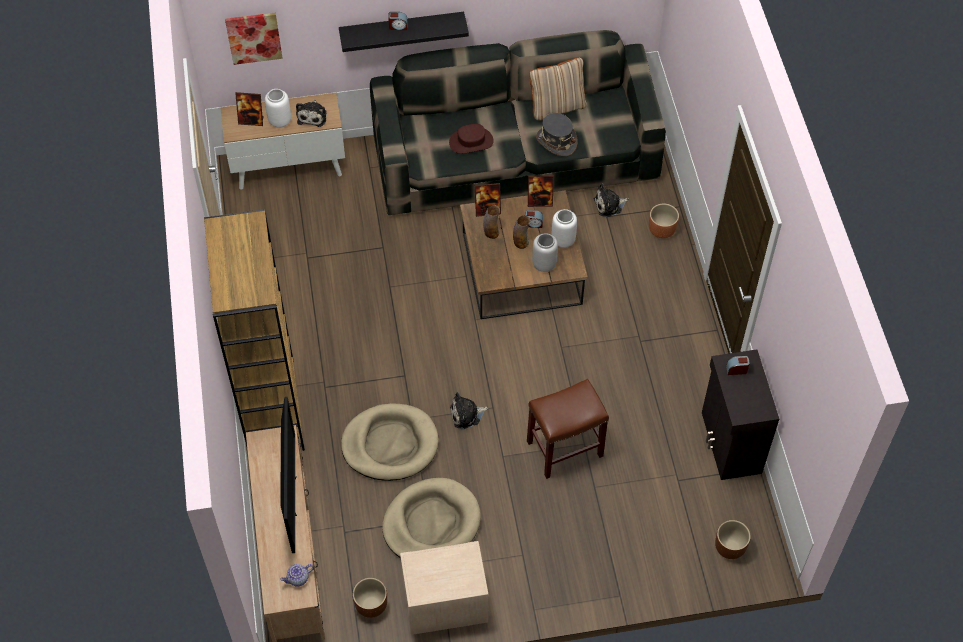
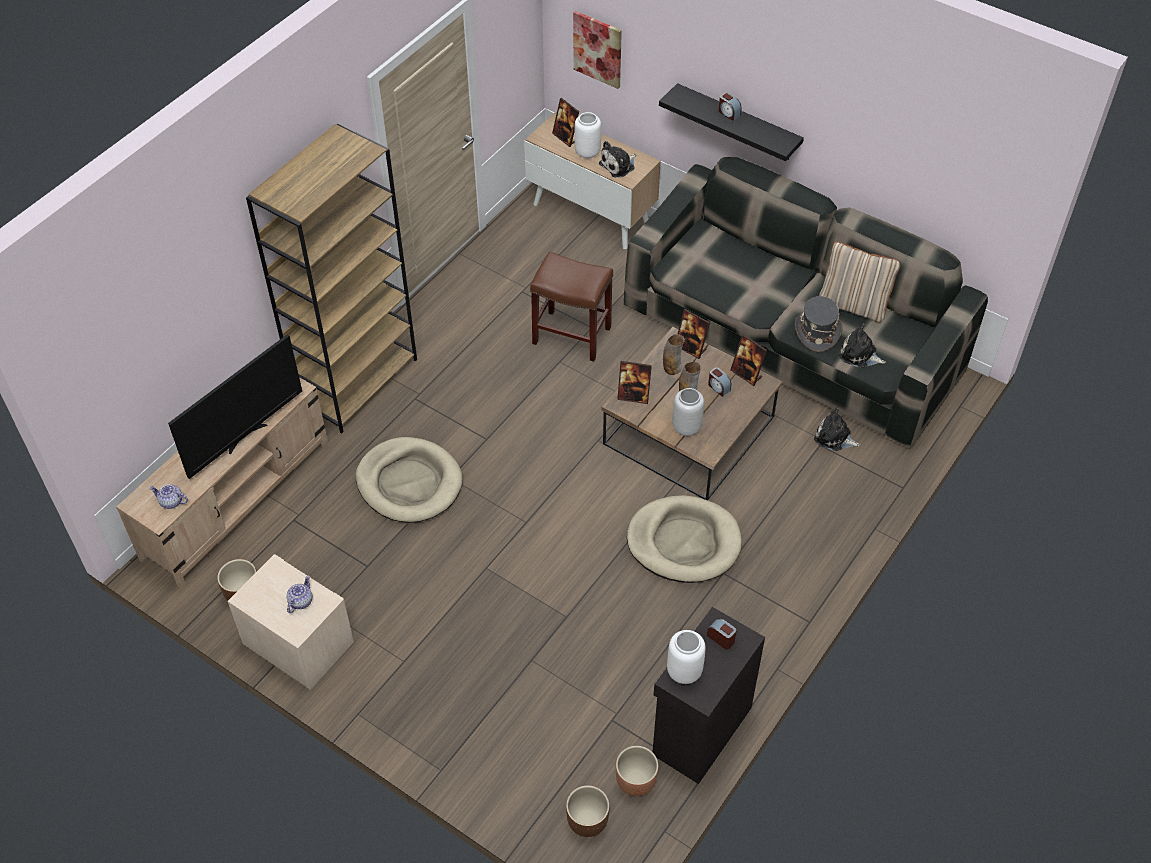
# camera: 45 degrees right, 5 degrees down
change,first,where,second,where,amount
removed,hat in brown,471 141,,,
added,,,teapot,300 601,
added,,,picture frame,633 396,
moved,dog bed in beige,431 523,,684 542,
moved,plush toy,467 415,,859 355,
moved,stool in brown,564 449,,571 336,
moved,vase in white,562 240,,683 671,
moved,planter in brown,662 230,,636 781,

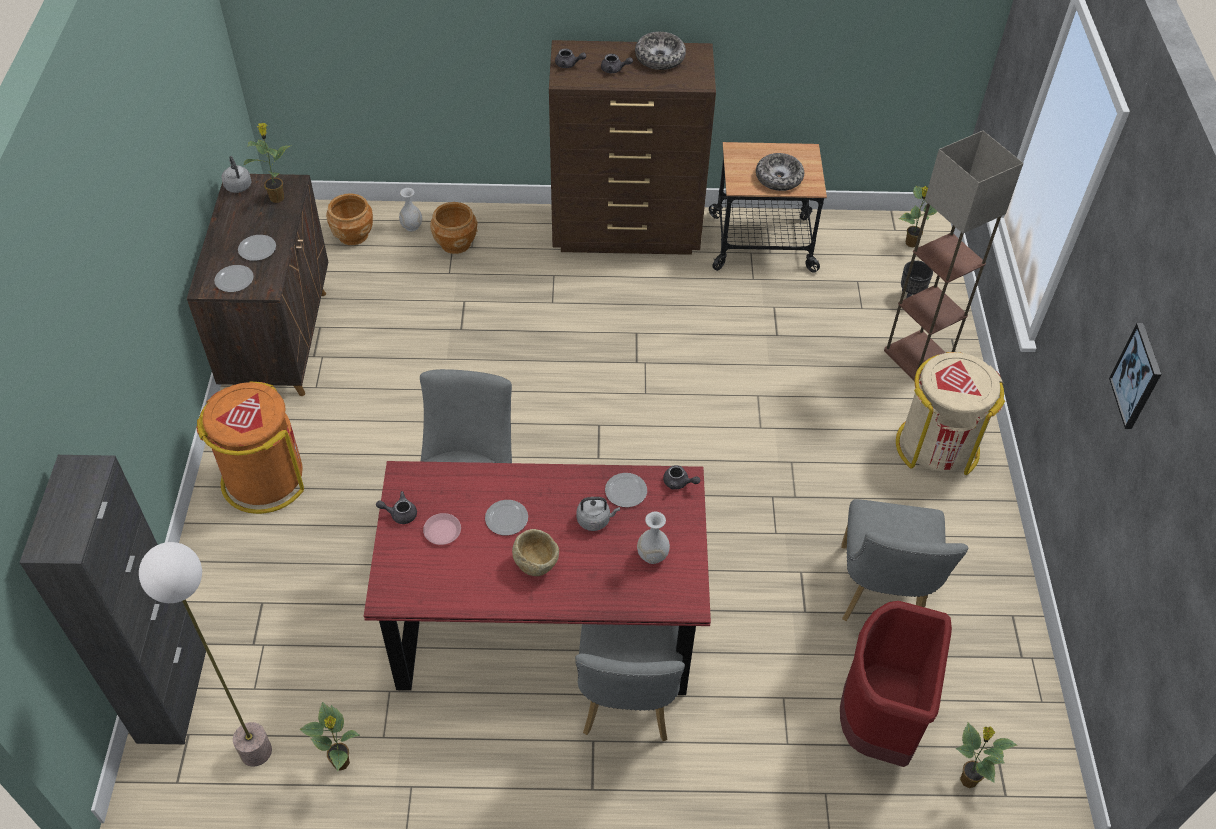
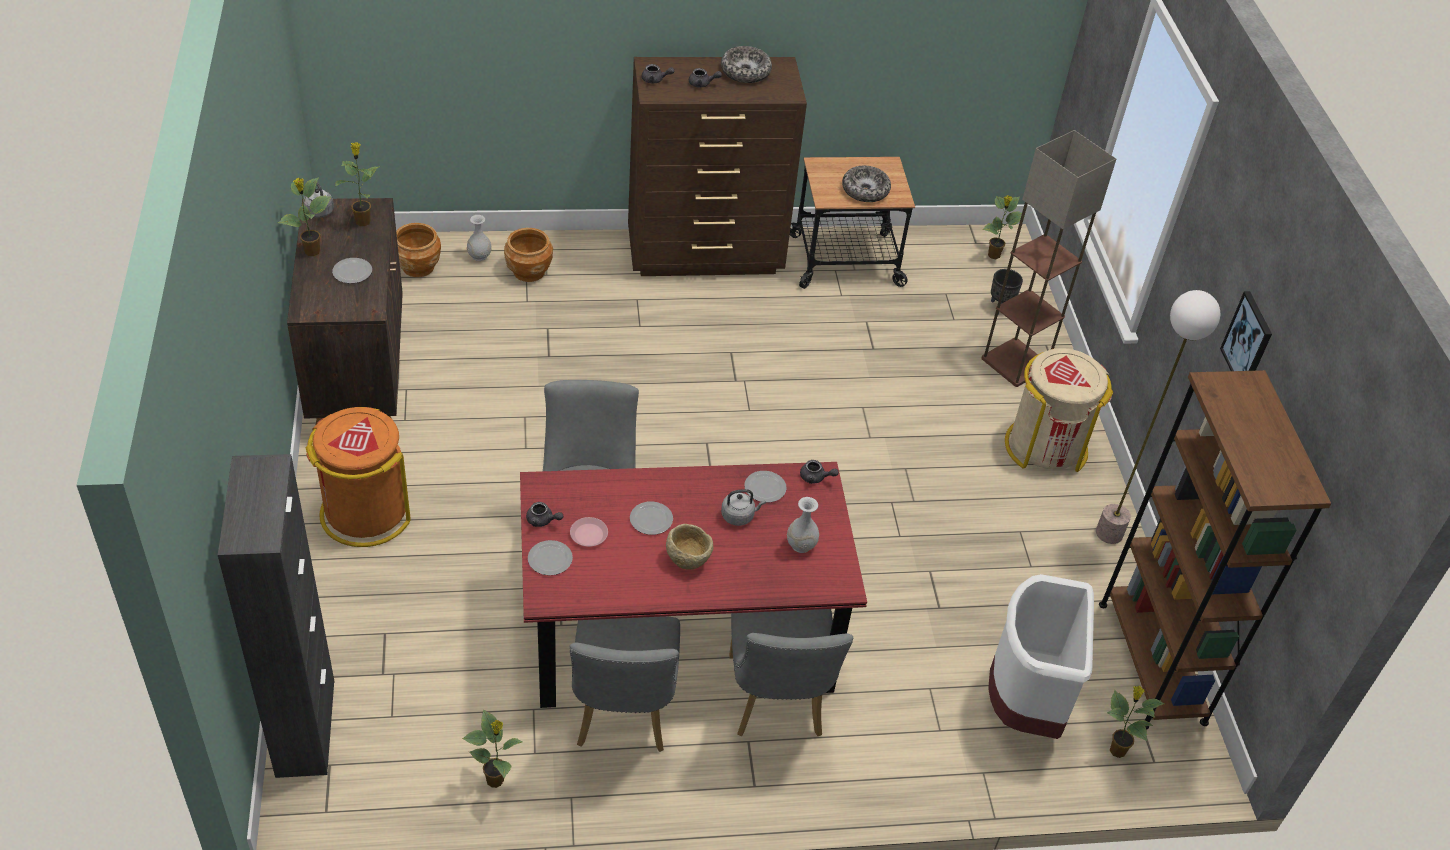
# camera: 10 degrees left, 5 degrees down
change,first,where,second,where,amount
added,,,potted plant,312 252,
added,,,bookcase in brown,1152 662,
moved,floor lamp,255 751,,1108 533,
moved,plate,234 279,,549 558,
moved,chair in grey,881 595,,622 716,
recoloured,trash can in red,878 721,trash can in white,1024 703,
turned,teapot in grey,400 514,,542 520,150 degrees counterclockwise

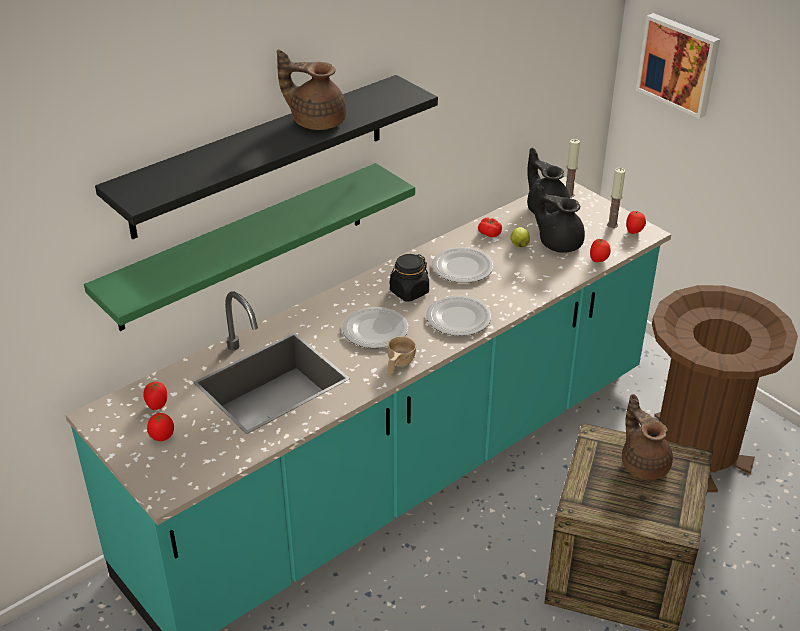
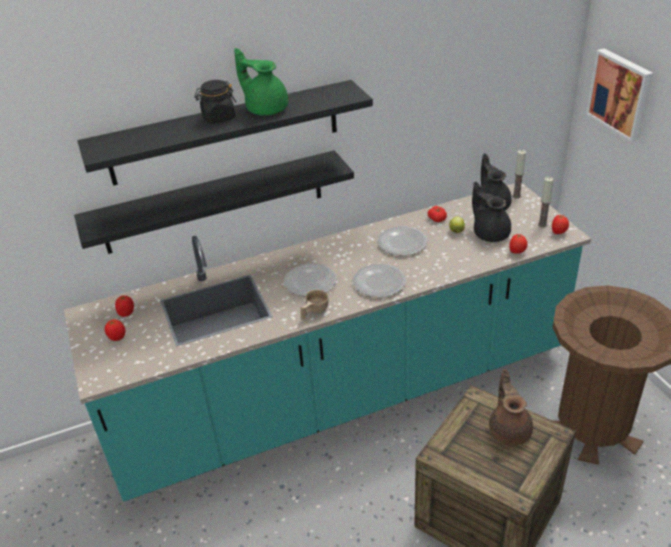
# camera: 20 degrees right, 0 degrees up
change,first,where,second,where,amount
moved,jar in black,409 292,,218 118,
recoloured,shelf in green,244 246,shelf in black,214 202,
recoloured,teapot in brown,316 121,teapot in green,266 109,

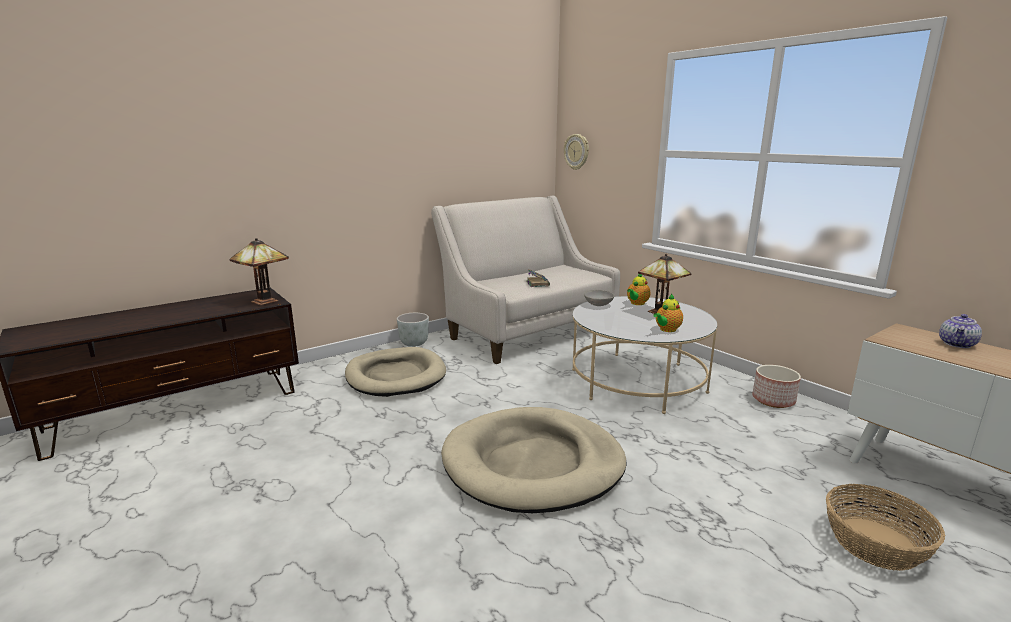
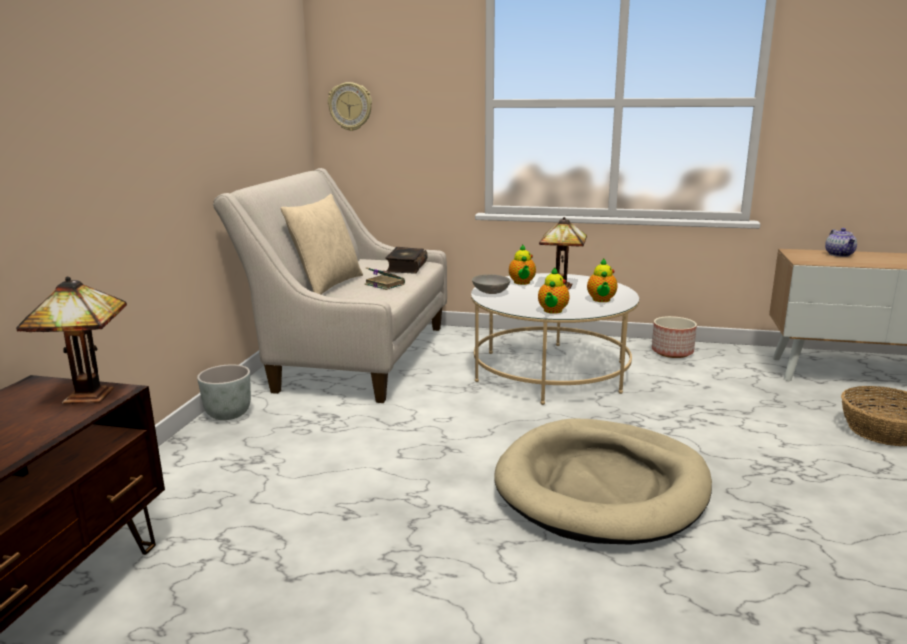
# camera: 40 degrees left, 0 degrees up
change,first,where,second,where,amount
removed,dog bed in beige,396 376,,,
added,,,pillow in beige,327 285,
added,,,book,405 267,
added,,,teapot,552 311,

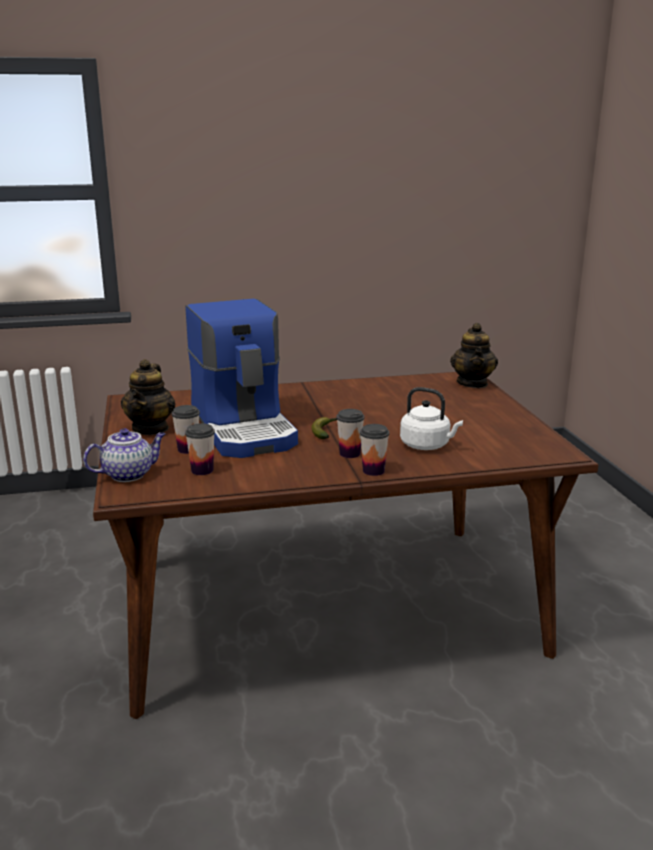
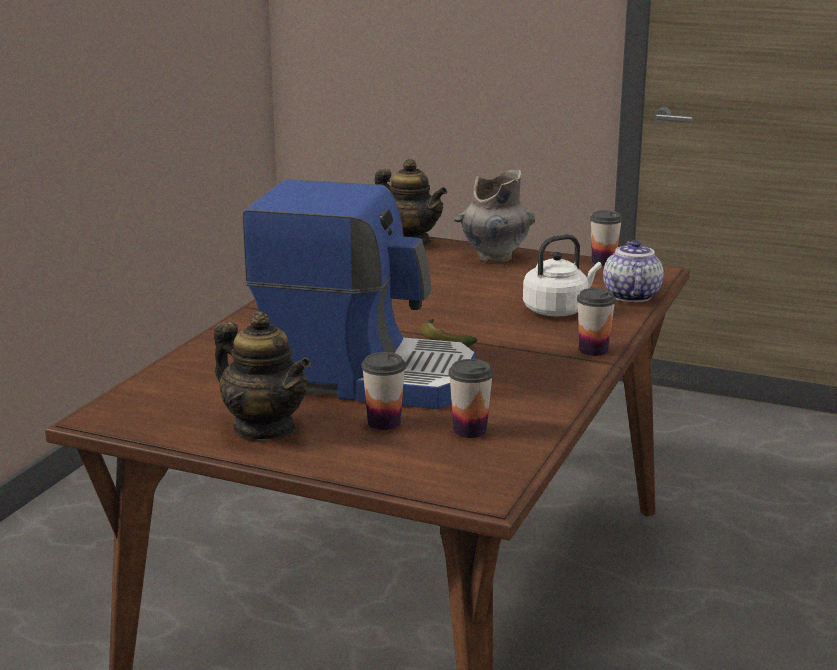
# camera: 55 degrees left, 0 degrees up
change,first,where,second,where,amount
added,,,vase in grey,493 257,
moved,teapot,129 474,,630 295,
moved,cup,350 453,,603 262,

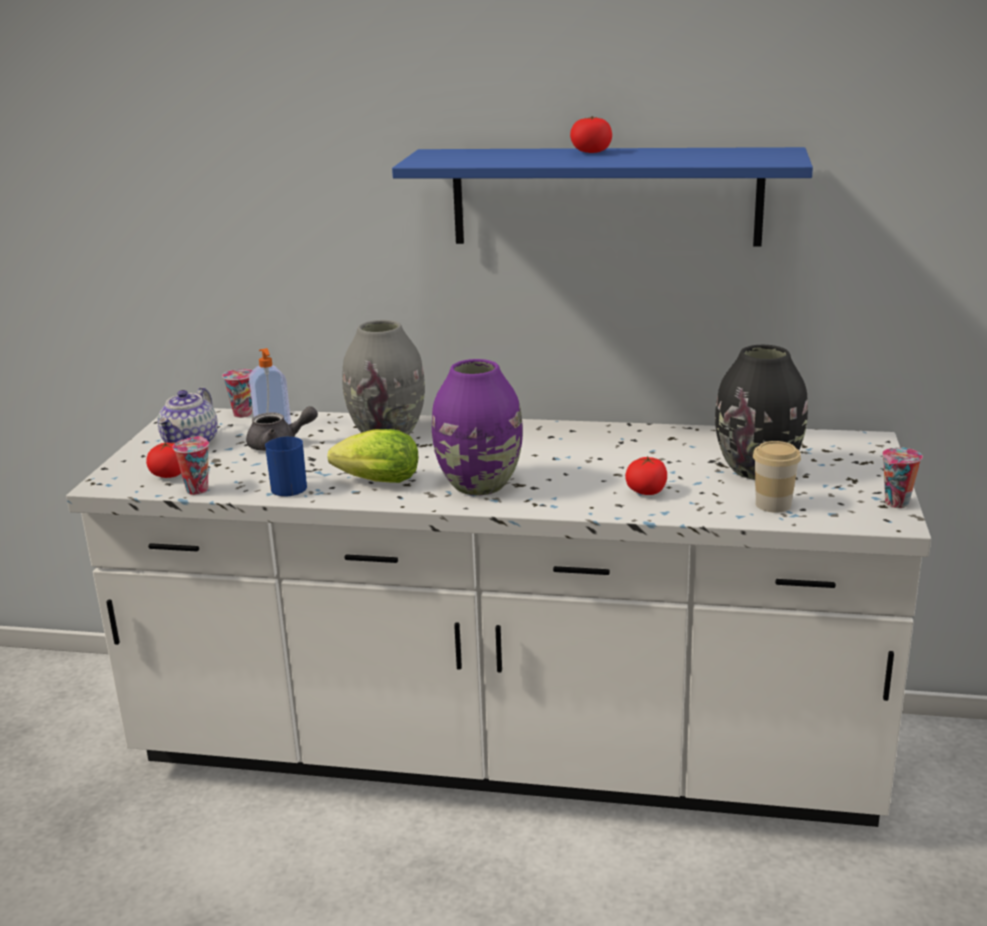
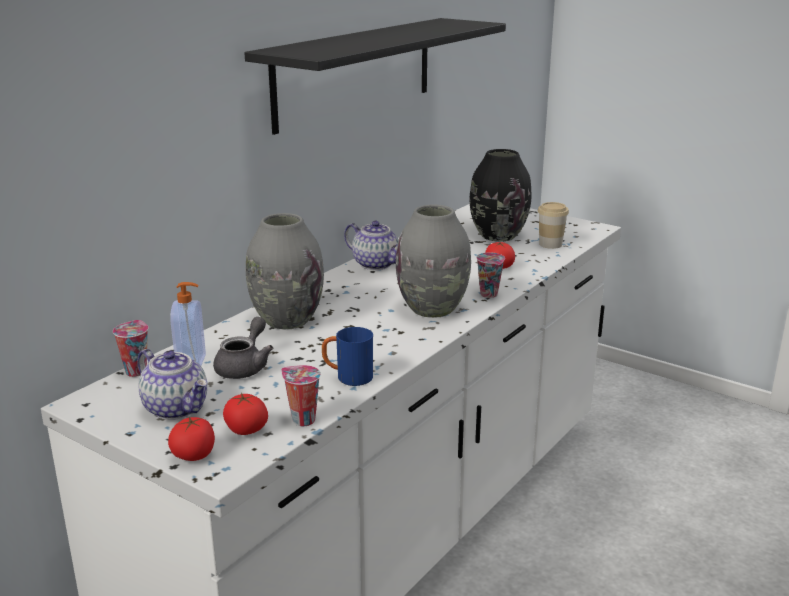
# camera: 65 degrees left, 0 degrees up
change,first,where,second,where,amount
removed,lettuce,374 481,,,
added,,,teapot,376 264,
moved,tomato,591 152,,194 455,
moved,cup,896 504,,490 295,
recoloured,shelf in blue,605 196,shelf in black,355 72,
recoloured,vase in purple,479 485,vase in grey,433 309,

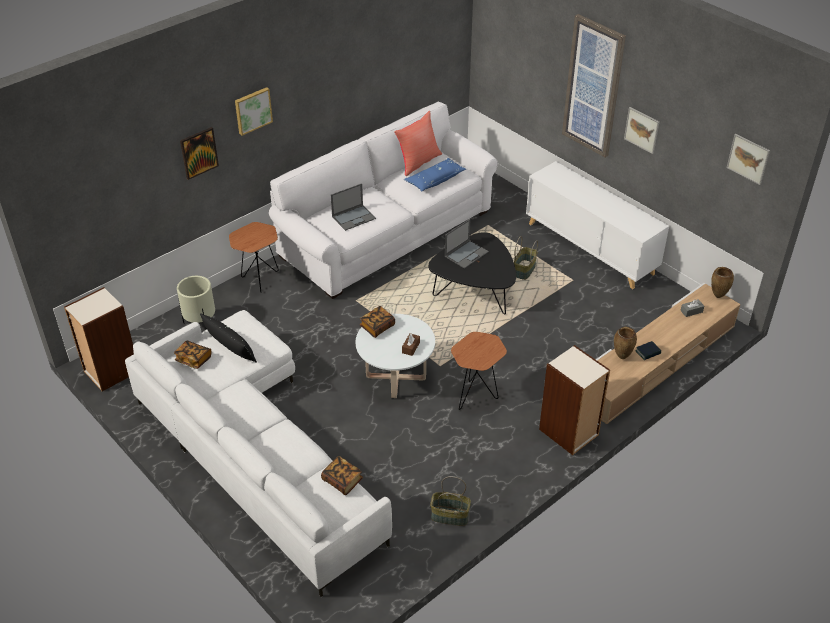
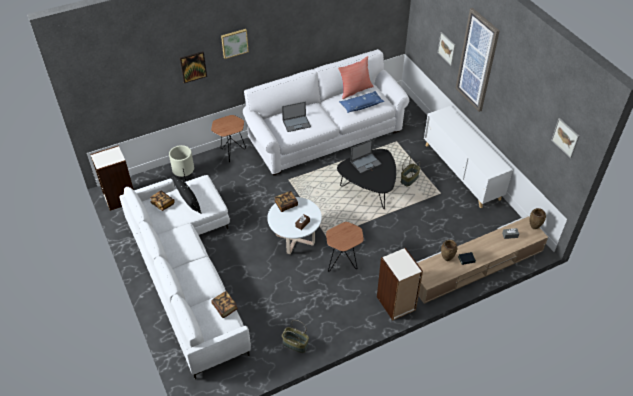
# camera: 15 degrees right, 5 degrees up
change,first,where,second,where,amount
moved,picture,641 130,,446 48,

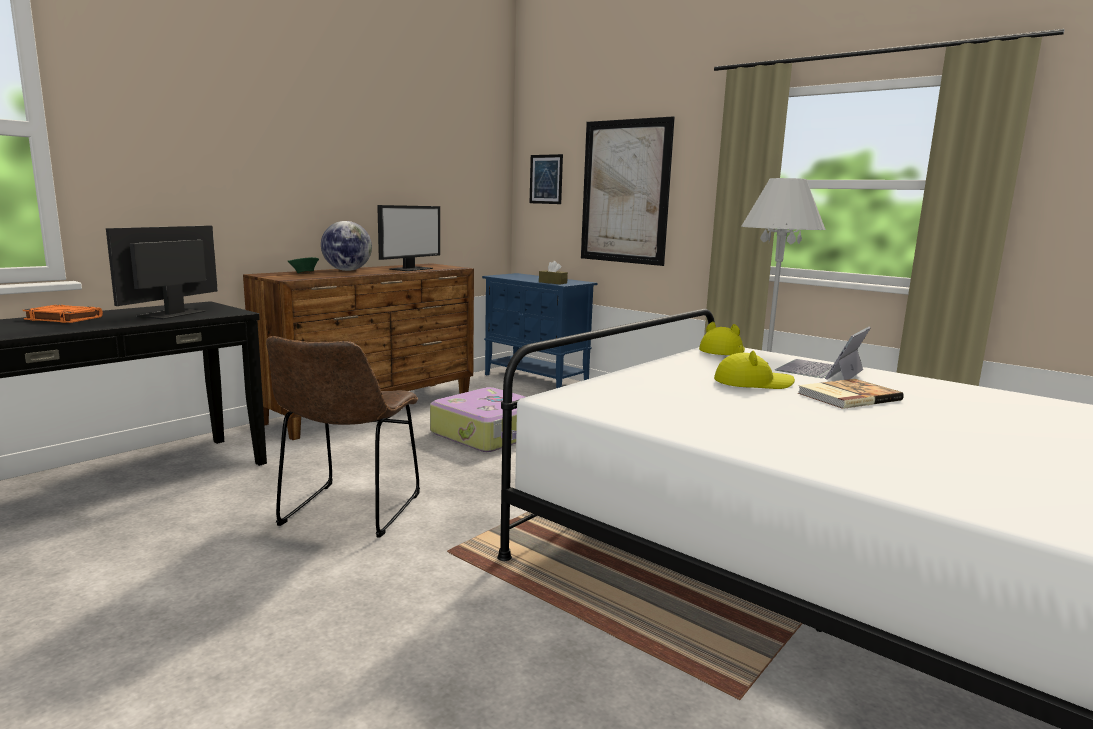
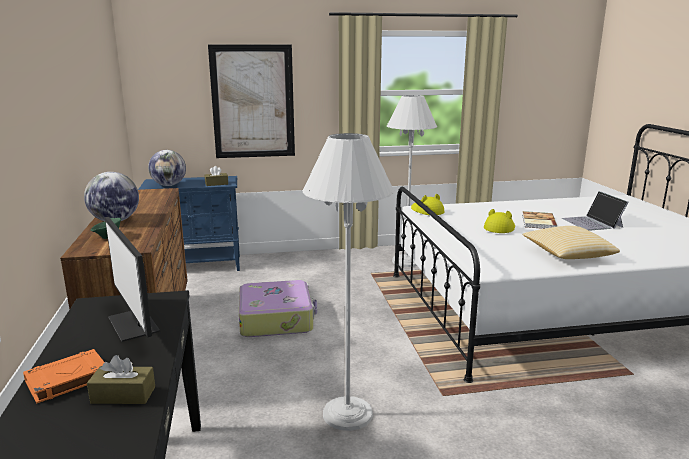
# camera: 50 degrees left, 5 degrees up
change,first,where,second,where,amount
removed,monitor,411 269,,,
removed,picture,546 179,,,
added,,,tissue box in brown,123 395,
added,,,globe,169 185,
added,,,pillow,567 255,
moved,laptop,820 370,,592 223,
replaced,chair in brown,348 513,floor lamp in white,347 414,

